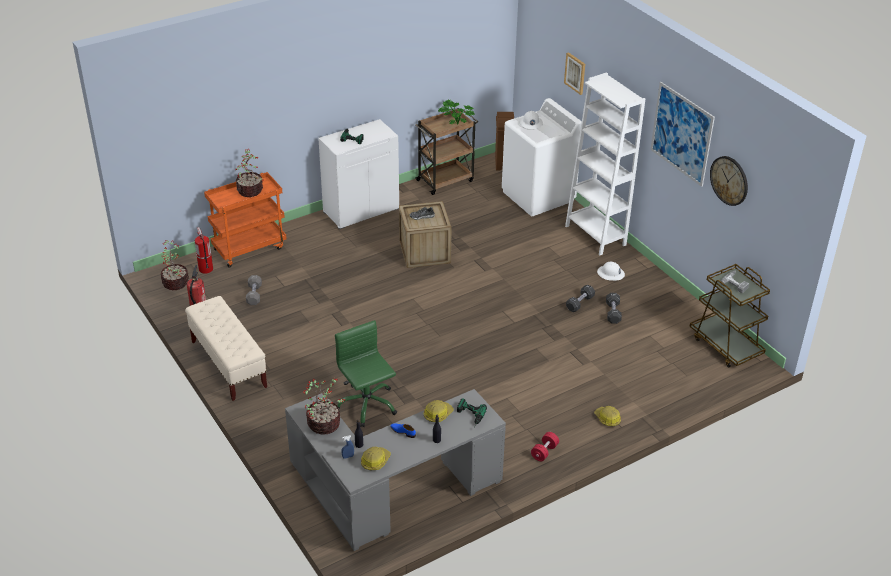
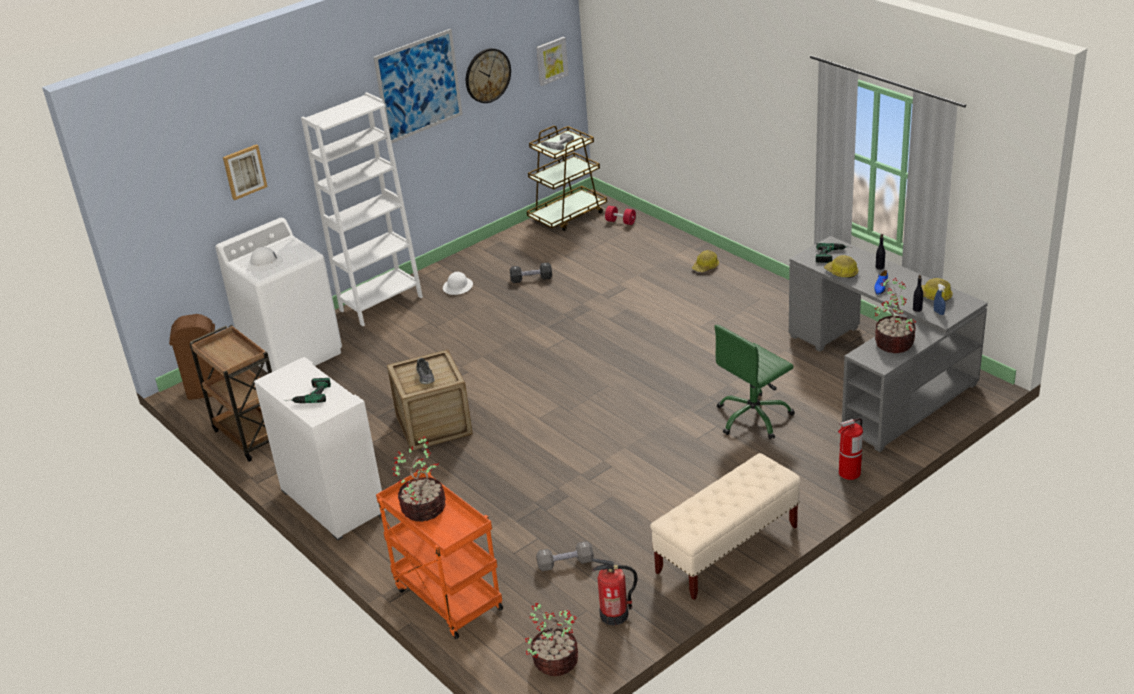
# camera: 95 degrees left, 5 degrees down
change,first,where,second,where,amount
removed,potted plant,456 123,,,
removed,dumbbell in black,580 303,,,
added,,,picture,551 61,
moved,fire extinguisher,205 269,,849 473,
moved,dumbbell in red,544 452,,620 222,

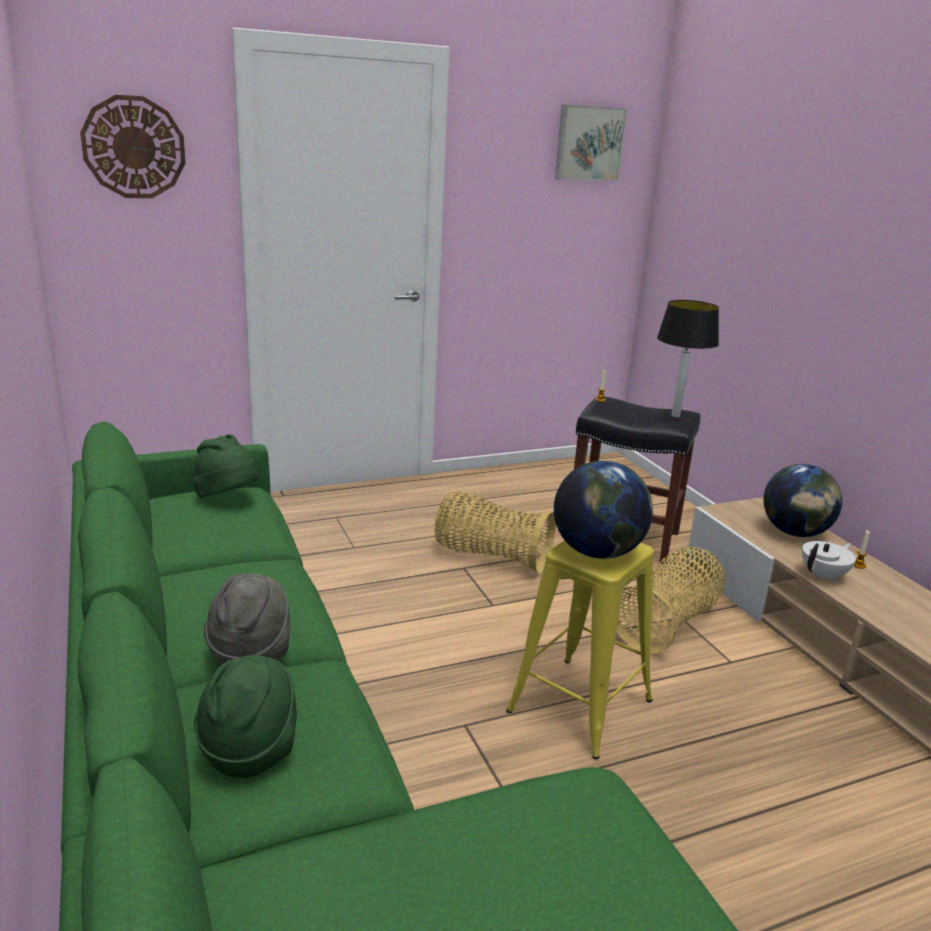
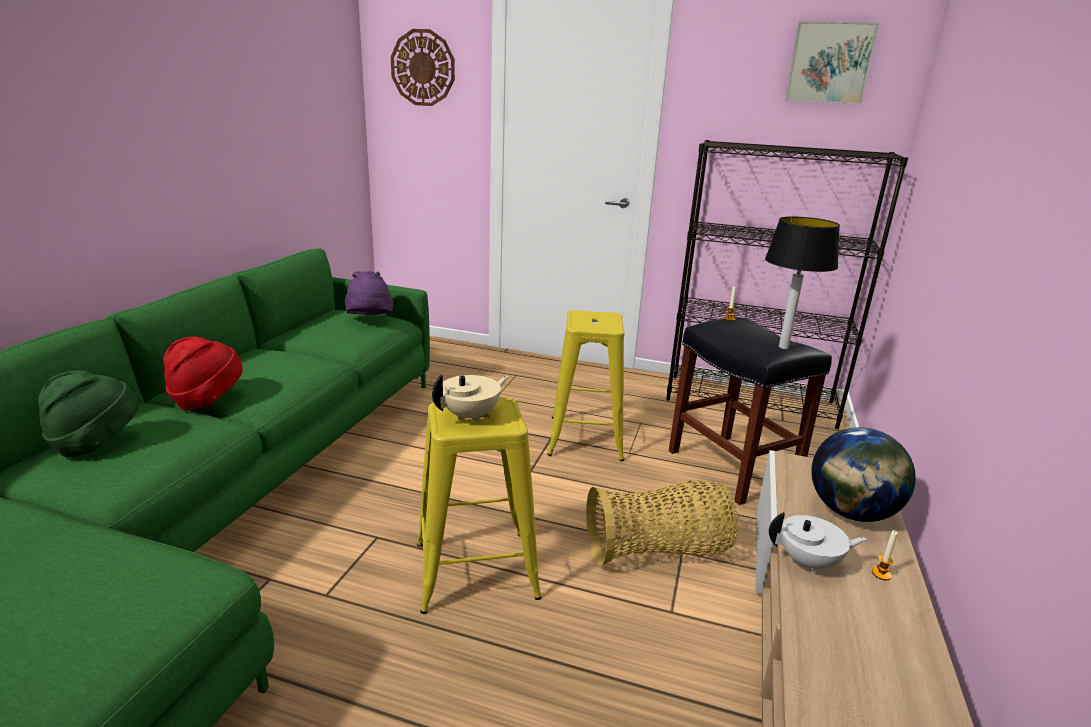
# camera: 40 degrees right, 0 degrees up
change,first,where,second,where,amount
added,,,bookcase in black,751 401,
replaced,basket,490 556,stool in yellow,585 438,
replaced,globe,597 552,teapot in beige,471 416,
recoloured,hat in green,228 499,hat in purple,369 320,
recoloured,hat in grey,251 653,hat in red,208 400,

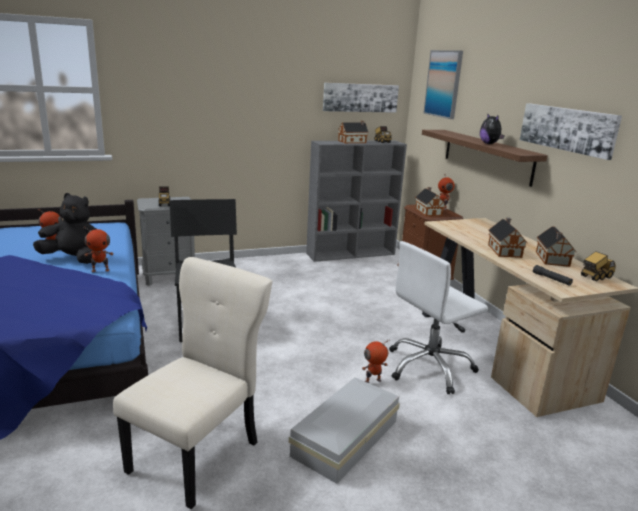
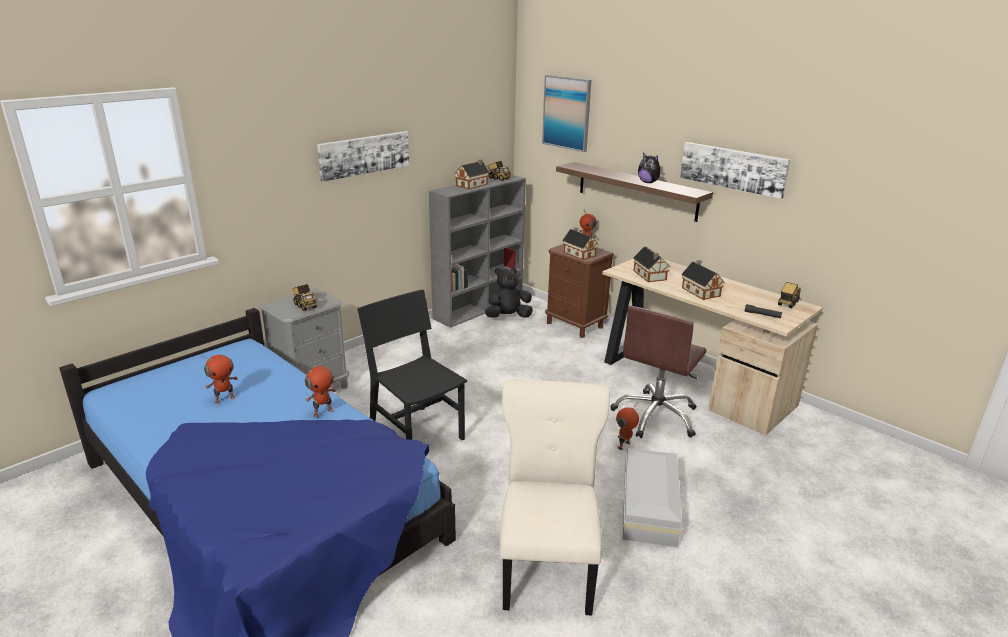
# camera: 25 degrees left, 5 degrees up
change,first,where,second,where,amount
moved,plush toy in black,74 259,,508 317,
moved,picture,360 97,,364 155,
moved,toy house,552 259,,650 276,
recoloured,office chair in white,429 367,office chair in brown,656 416,

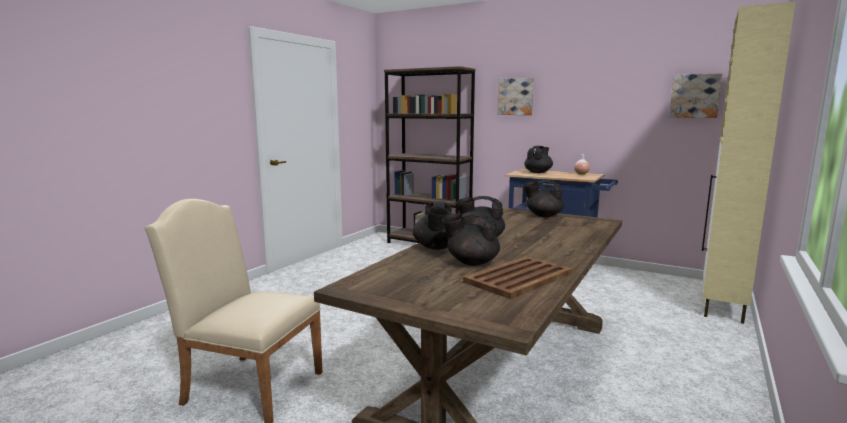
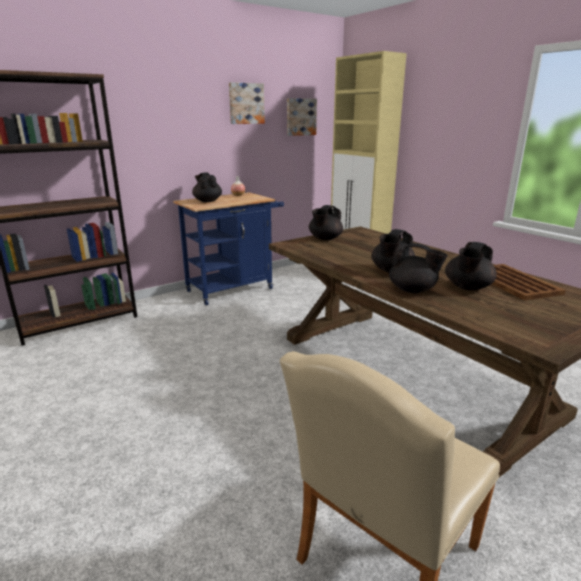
# camera: 65 degrees left, 10 degrees up
change,first,where,second,where,amount
moved,picture,516 96,,246 103,

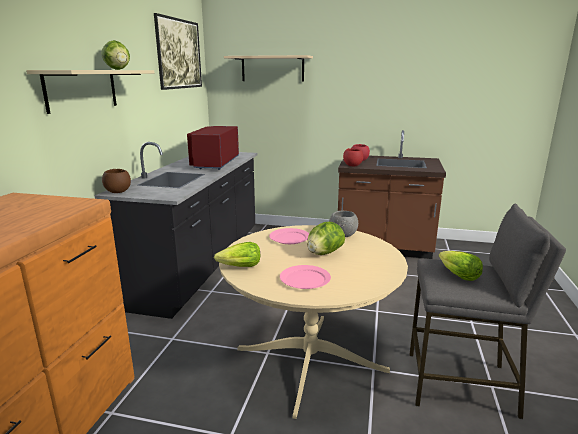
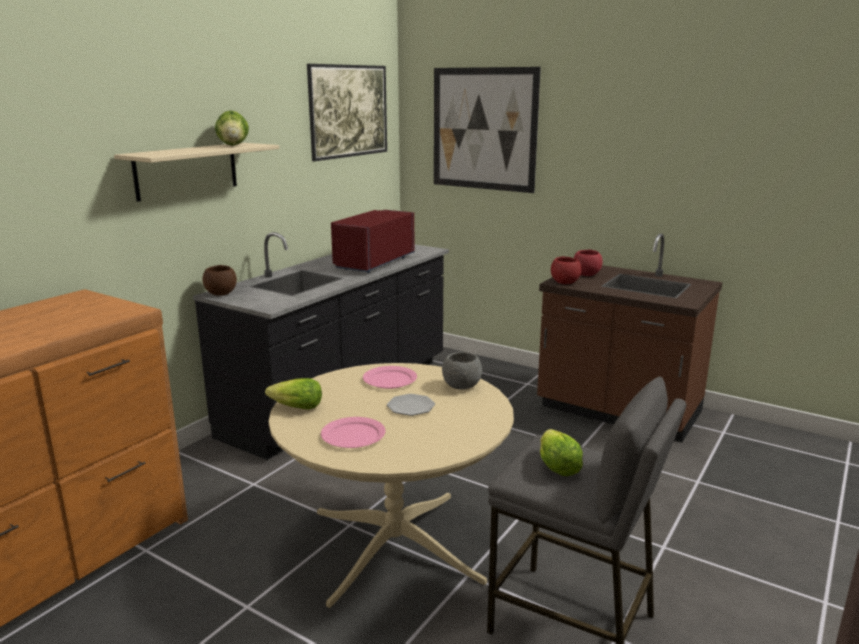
# camera: 20 degrees right, 0 degrees up
change,first,where,second,where,amount
replaced,shelf in beige,272 69,picture,483 129,
replaced,lettuce,324 253,plate,411 407,

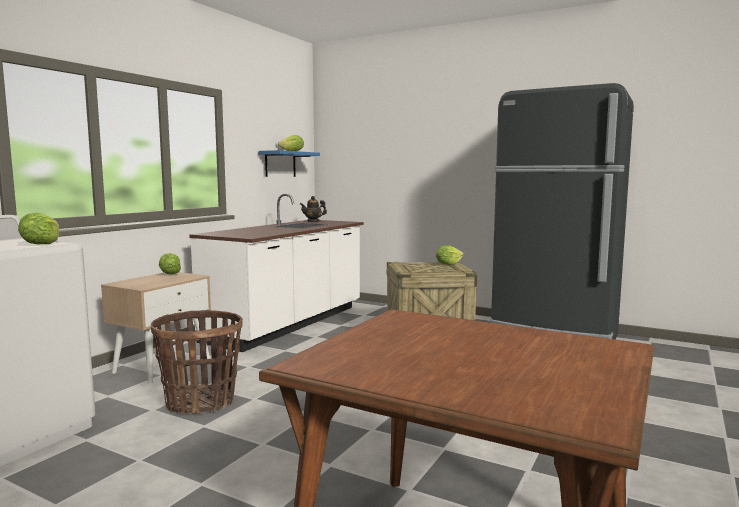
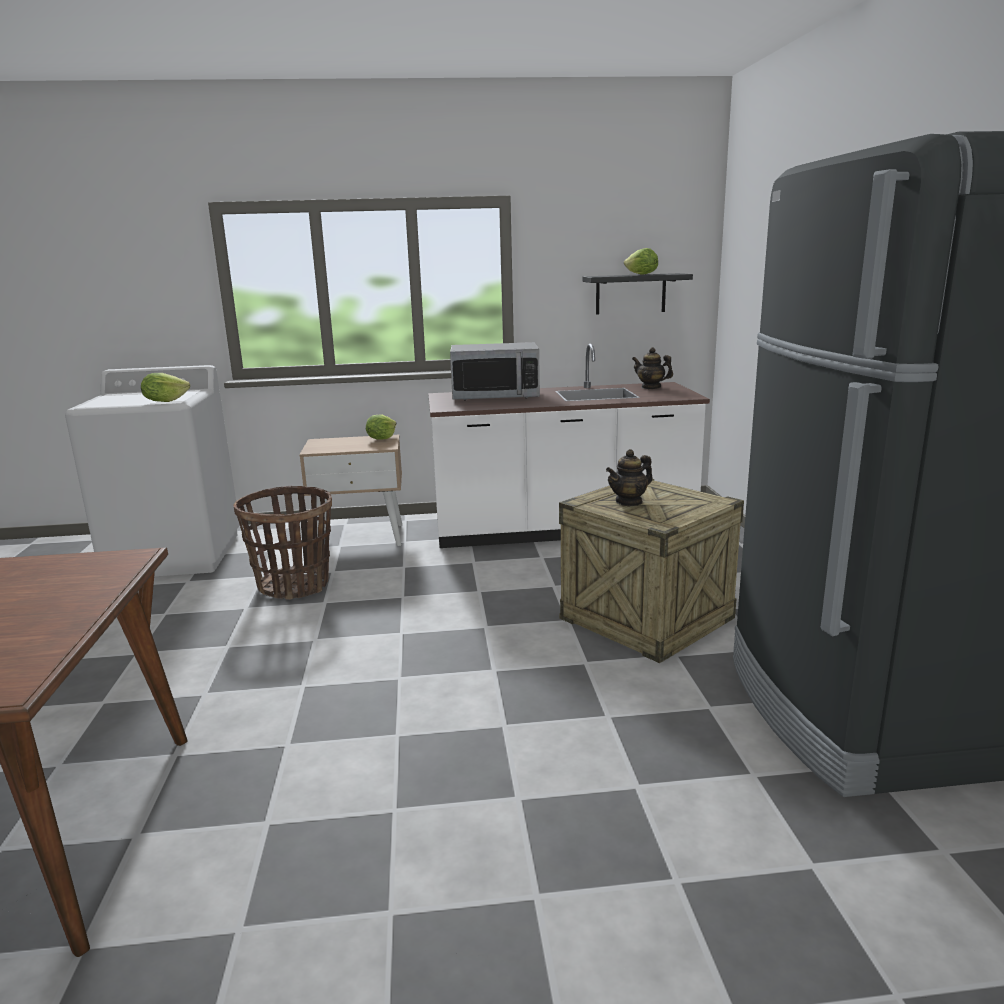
# camera: 55 degrees right, 10 degrees up
change,first,where,second,where,amount
removed,lettuce,448 264,,,
added,,,microwave,495 396,
added,,,teapot,629 502,
recoloured,shelf in blue,280 164,shelf in black,630 294,

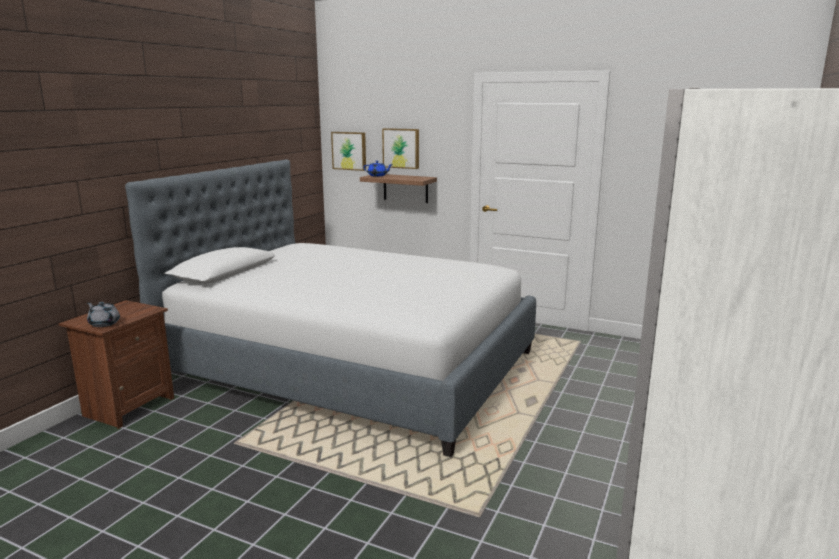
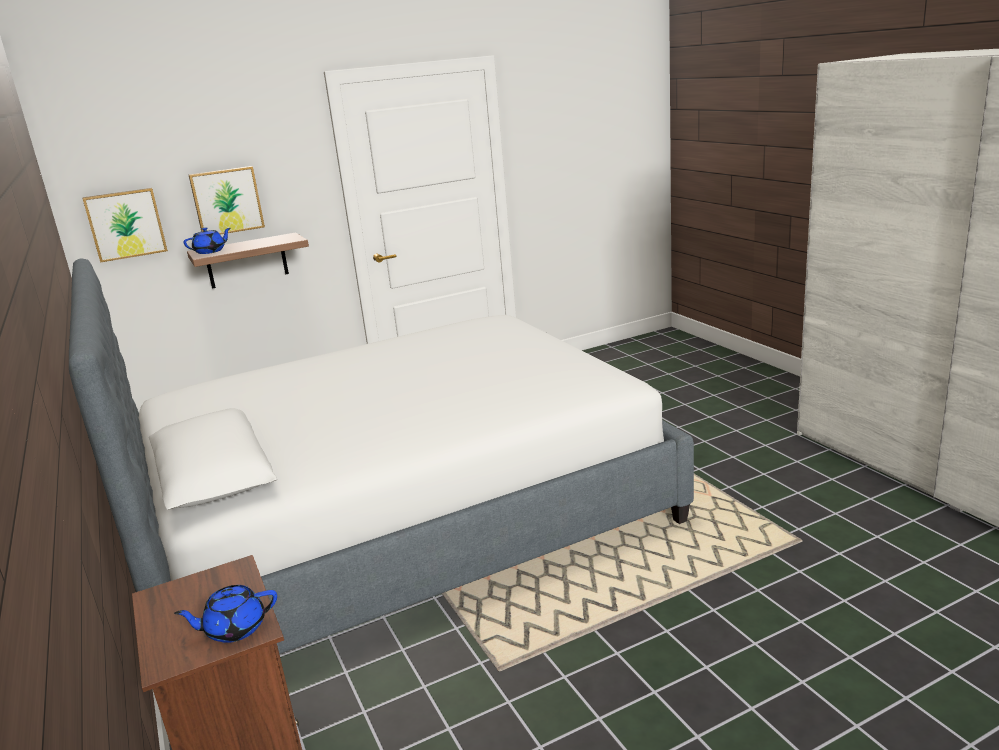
# camera: 50 degrees left, 5 degrees up
change,first,where,second,where,amount
recoloured,teapot in grey,104 323,teapot in blue,234 629,

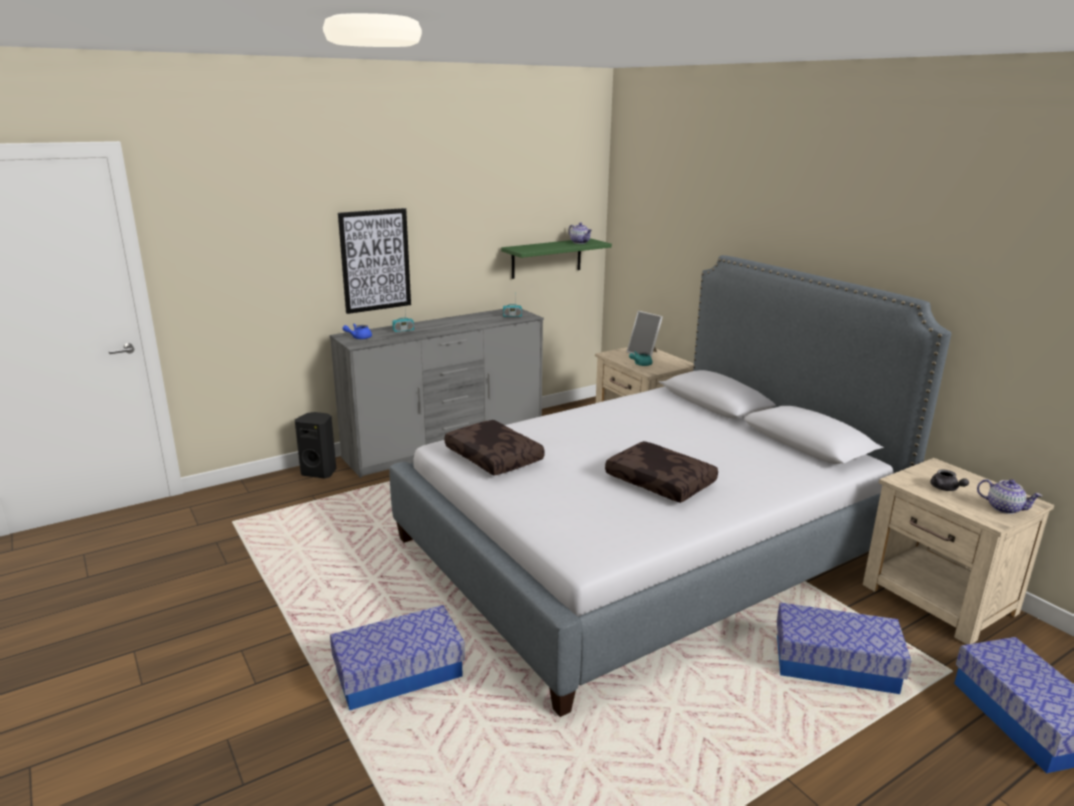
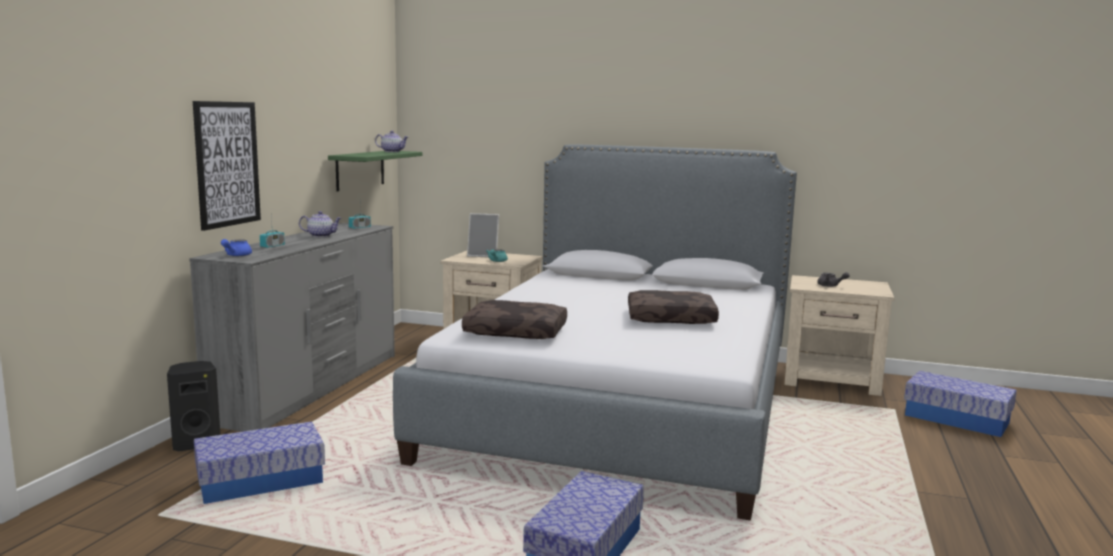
# camera: 40 degrees left, 10 degrees down
change,first,where,second,where,amount
moved,storage box,835 665,,261 482,
moved,teapot,1004 508,,321 235,

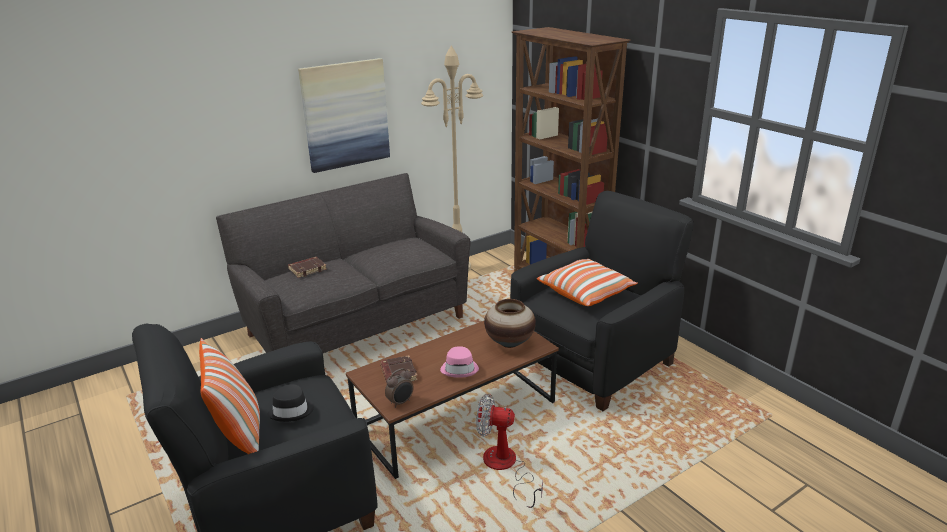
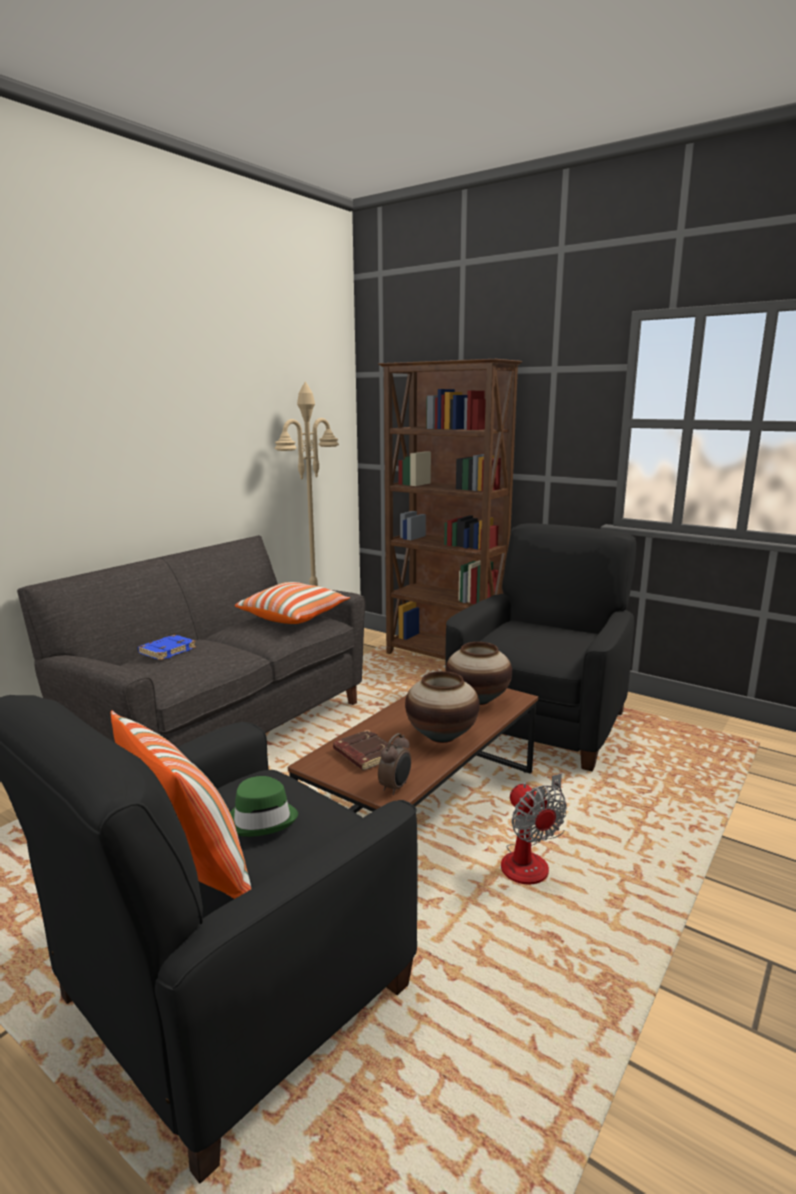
# camera: 20 degrees left, 10 degrees down
change,first,where,second,where,amount
removed,picture,345 115,,,
moved,pillow,586 293,,294 616,
replaced,hat in pink,460 369,vase,441 736,
recoloured,hat in black,292 410,hat in green,261 819,
recoloured,book in brown,307 269,book in blue,167 651,
turned,fan,505 467,,530 859,105 degrees counterclockwise

